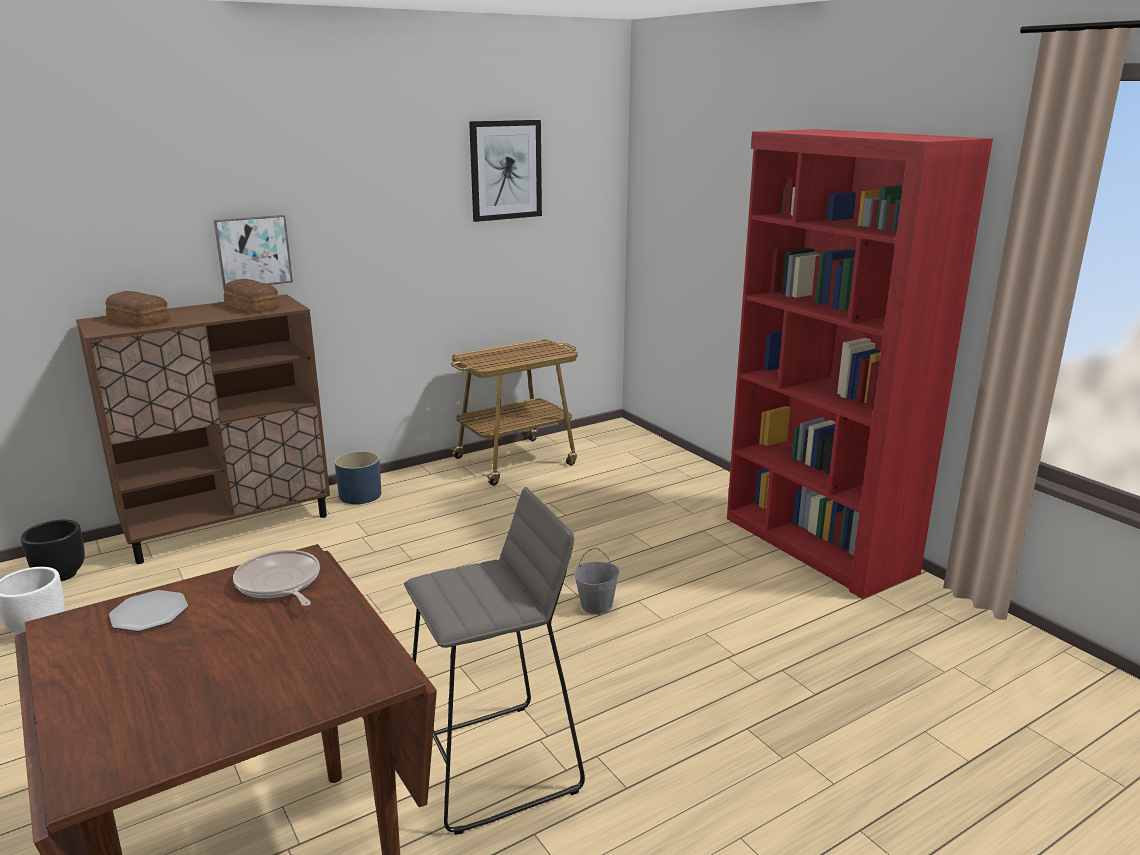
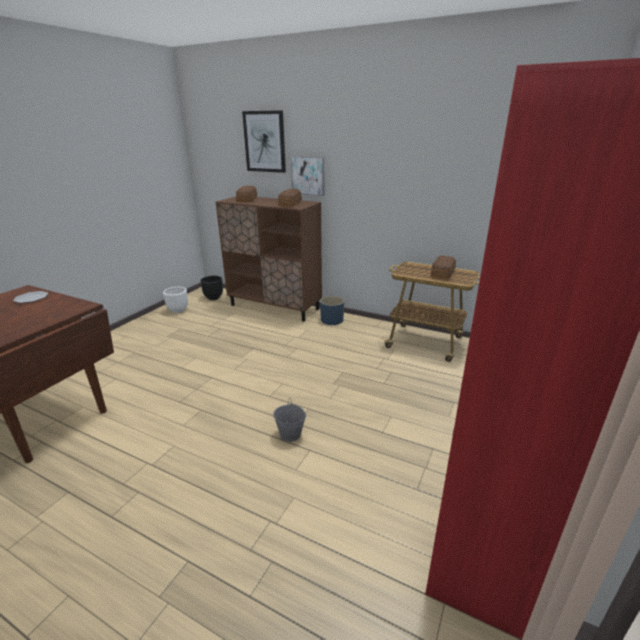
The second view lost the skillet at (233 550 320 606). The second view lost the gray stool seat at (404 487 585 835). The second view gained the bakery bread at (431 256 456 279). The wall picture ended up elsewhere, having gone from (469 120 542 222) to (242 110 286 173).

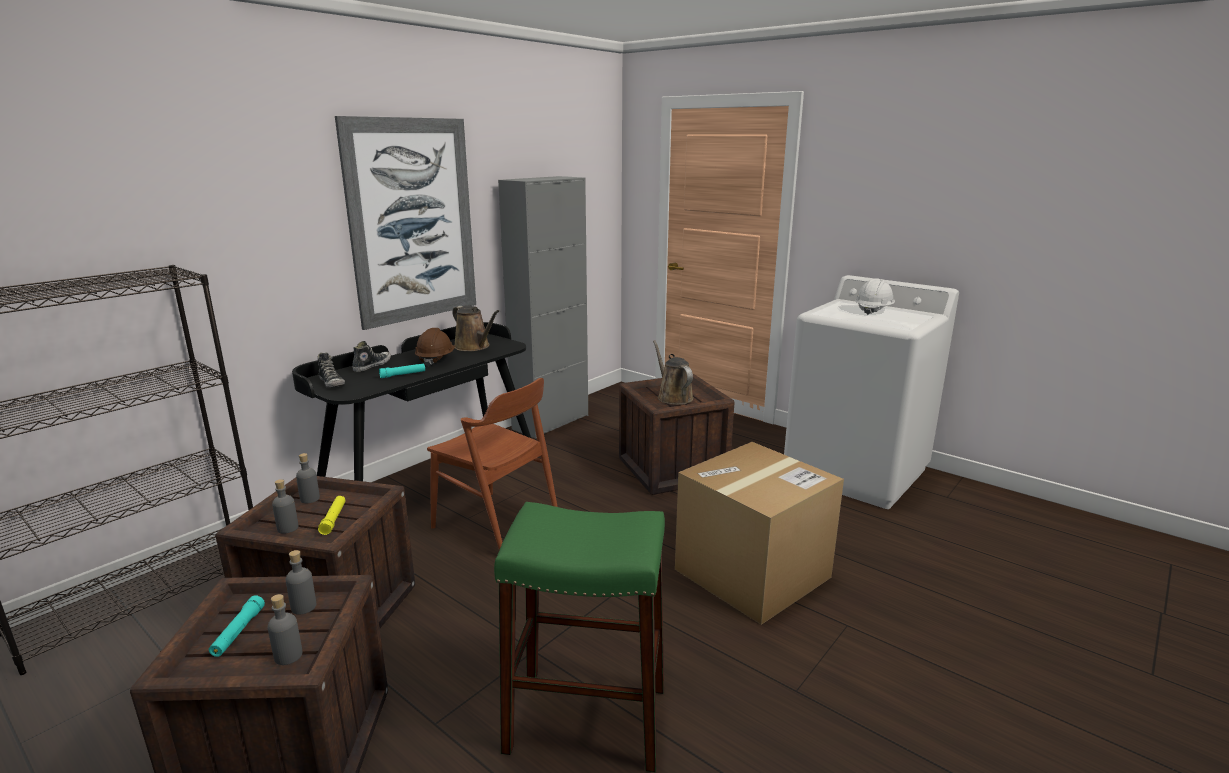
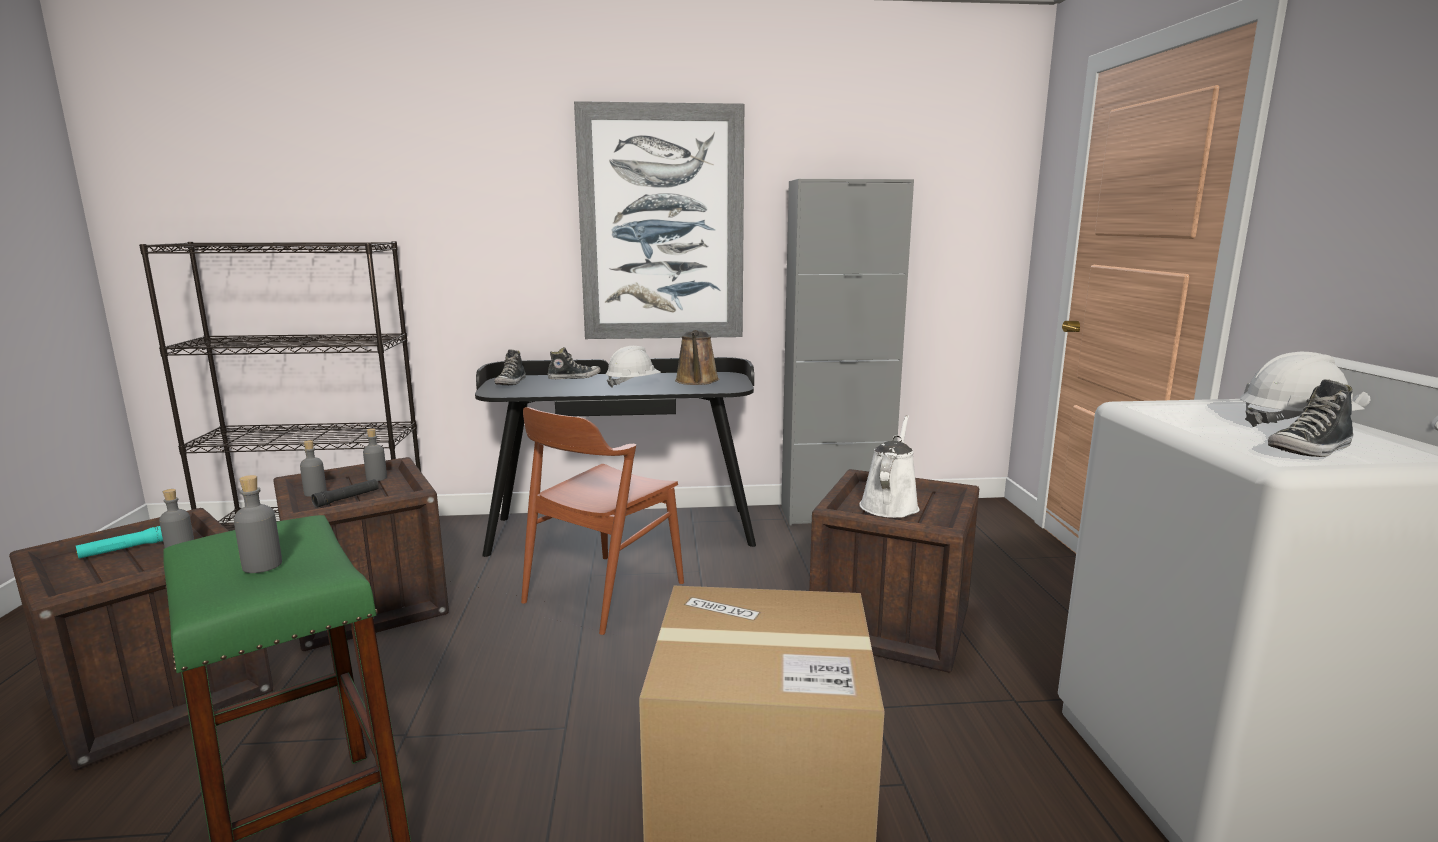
The second view lost the blue-green hand torch at (379 364 425 378). The second view gained the low shoe at (1268 379 1354 457). The gray bottle ended up elsewhere, having gone from (267 594 302 665) to (234 475 282 573). What was the yellow-coloured hand torch at (318 496 346 535) turned into the black hand torch at (311 479 379 508). What was the brownish safety helmet at (415 328 455 367) turned into the white-coloured safety helmet at (606 346 661 388). What was the brownish watering pot at (653 340 693 405) turned into the white-coloured watering pot at (859 415 920 518). The brownish plain chair at (427 378 558 550) ended up facing another way, 45 degrees clockwise from before.

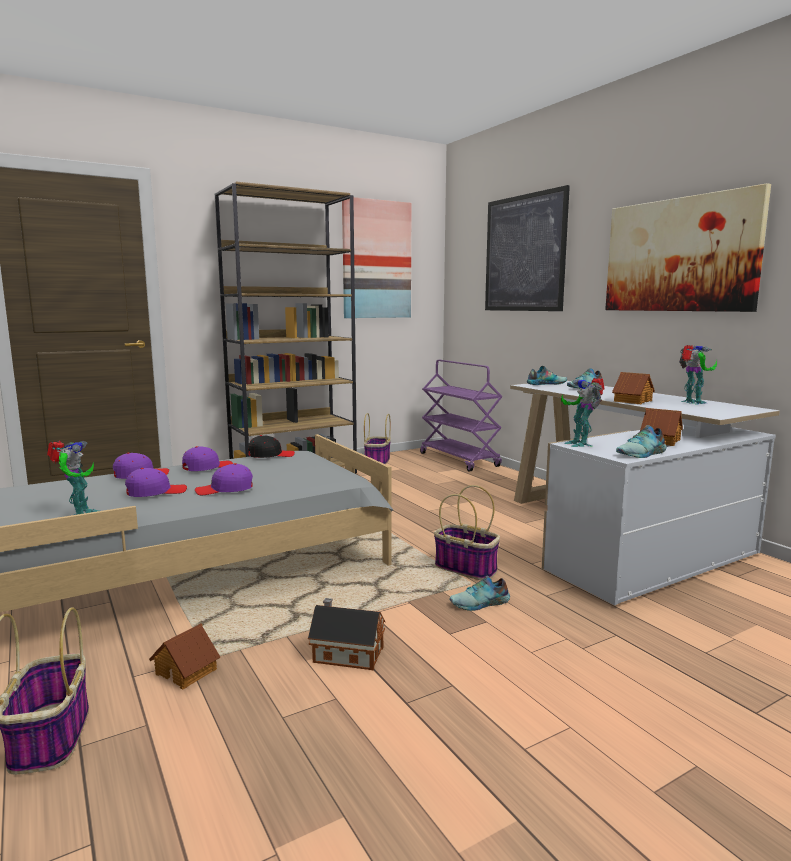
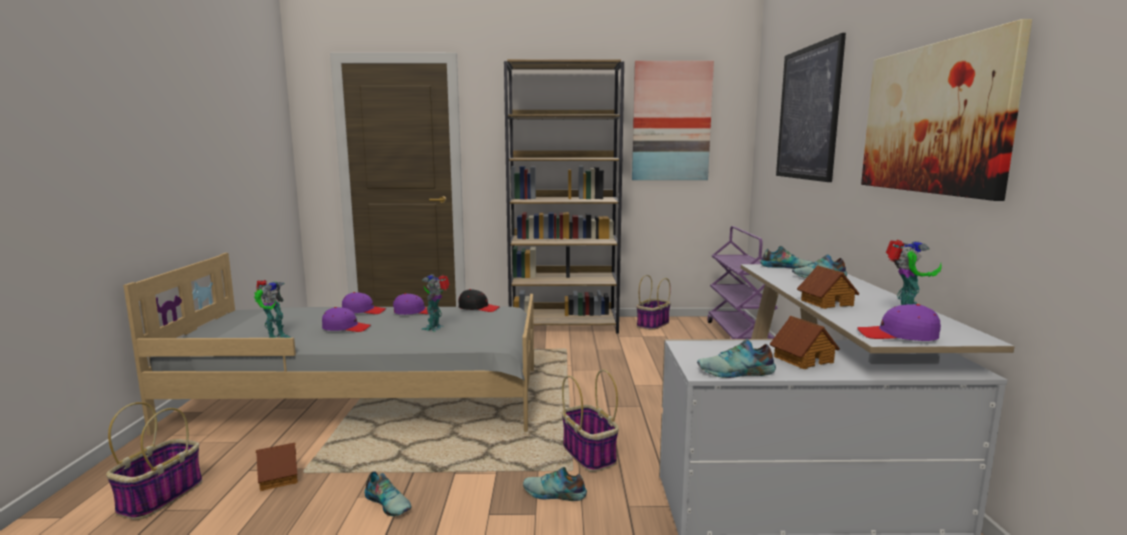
The purplish baseball cap ended up elsewhere, having gone from (195 463 253 495) to (857 304 941 341). The model robot ended up elsewhere, having gone from (561 378 604 447) to (421 274 450 332). Where the model house stood at (308 598 385 670), the low shoe came to stand at (365 471 411 516).

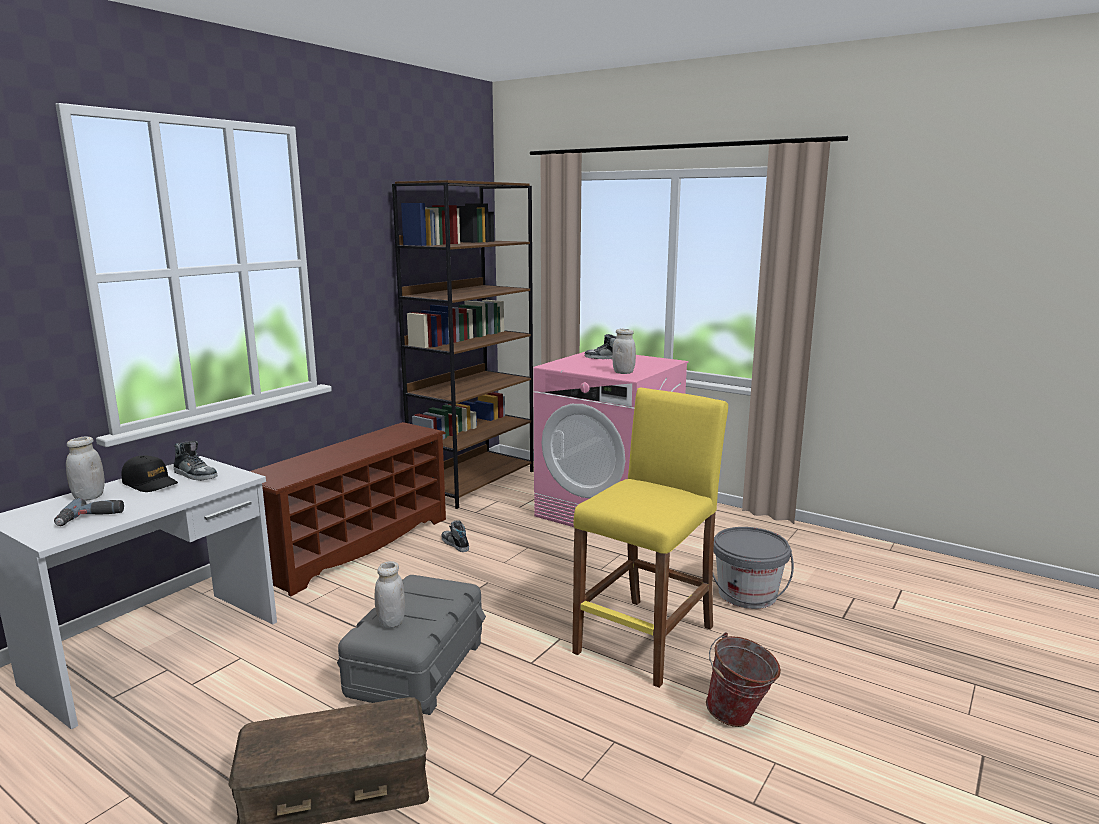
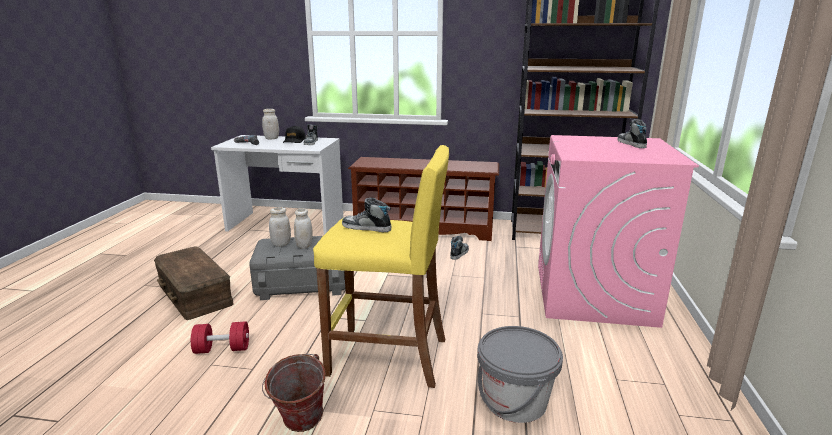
The second view gained the red-coloured dumbbell at (191 321 249 354). The second view gained the low shoe at (342 197 391 232). The white-coloured storage jar ended up elsewhere, having gone from (612 329 636 374) to (294 208 313 249).

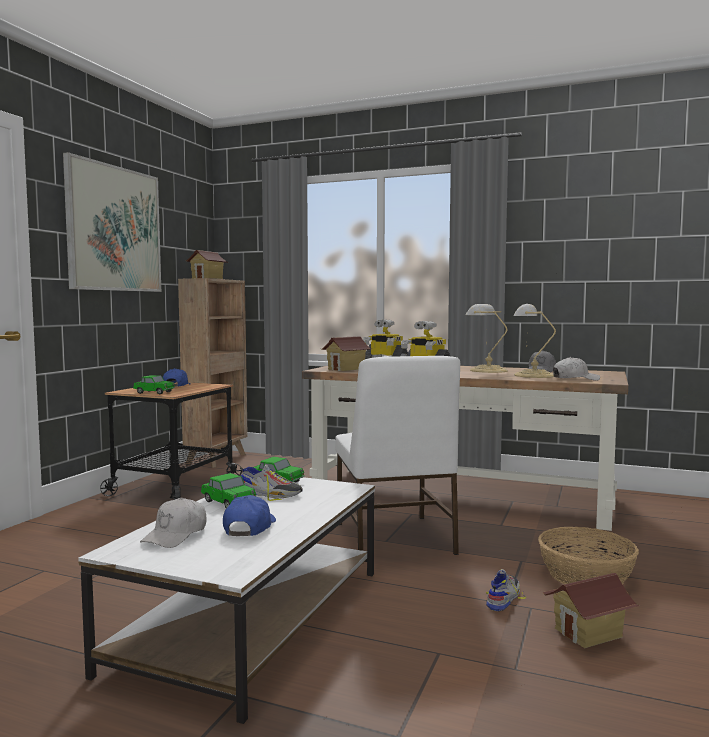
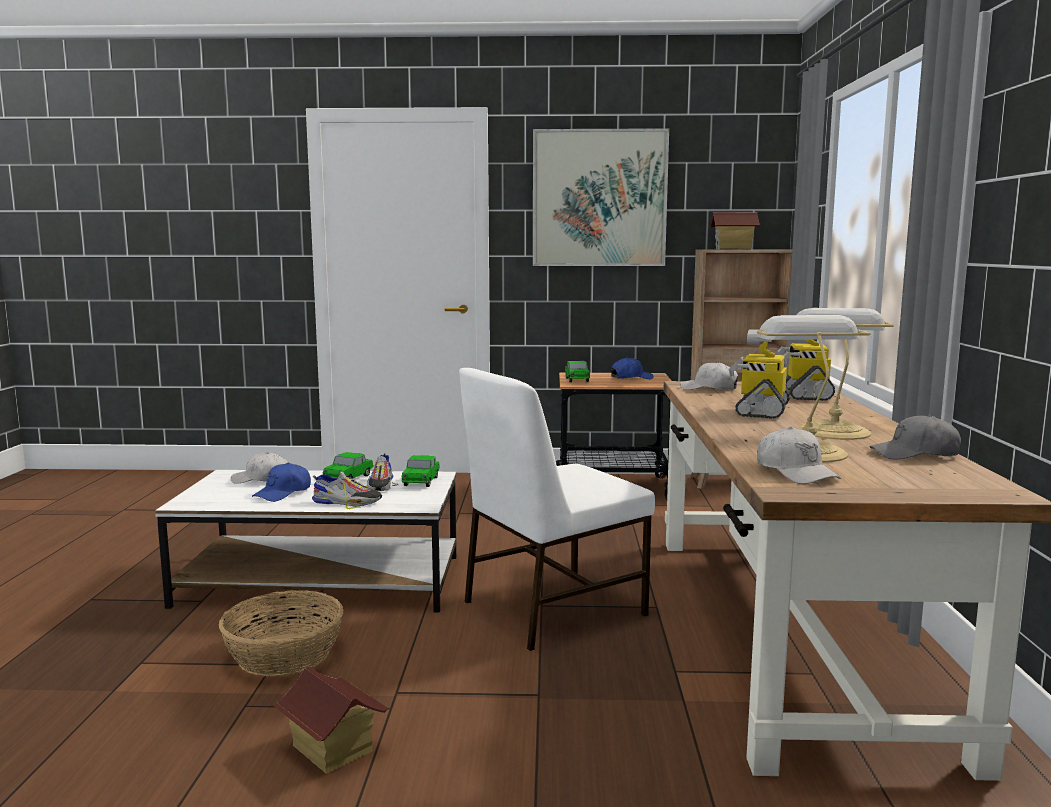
The low shoe ended up elsewhere, having gone from (486 569 526 611) to (312 472 382 509). The storage basket ended up elsewhere, having gone from (538 527 639 585) to (219 590 344 677). Where the model house stood at (321 336 372 371), the white-coloured baseball cap came to stand at (680 362 738 390). The blue baseball cap at (223 495 276 536) ended up facing another way, 135 degrees clockwise from before.

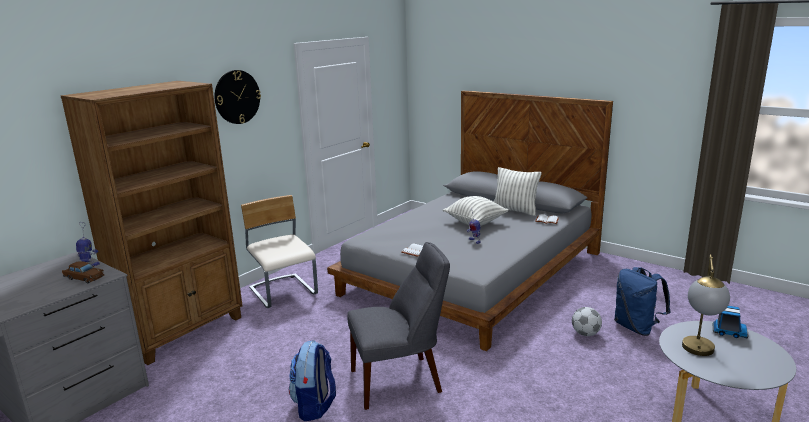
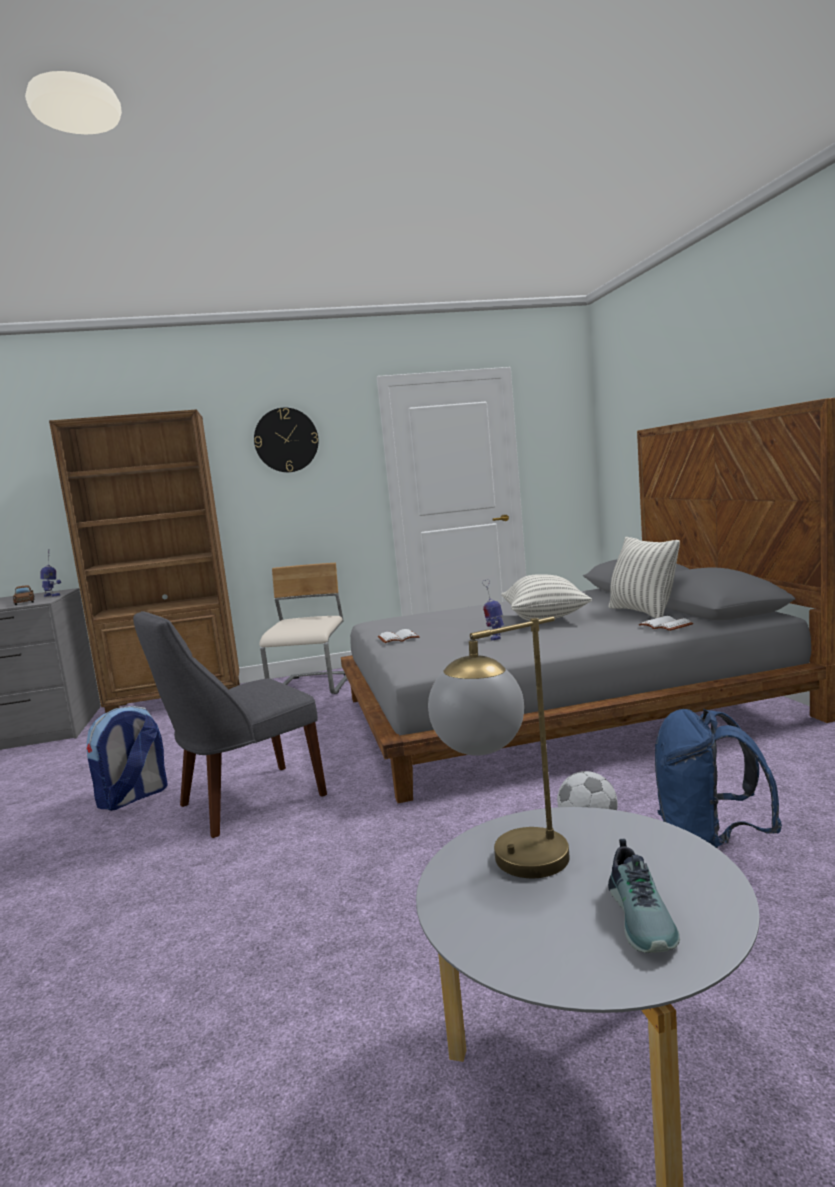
The second view lost the toy lorry at (713 306 749 338). The second view gained the low shoe at (608 839 680 953). The gray plain chair at (347 242 450 410) ended up facing another way, 120 degrees clockwise from before.

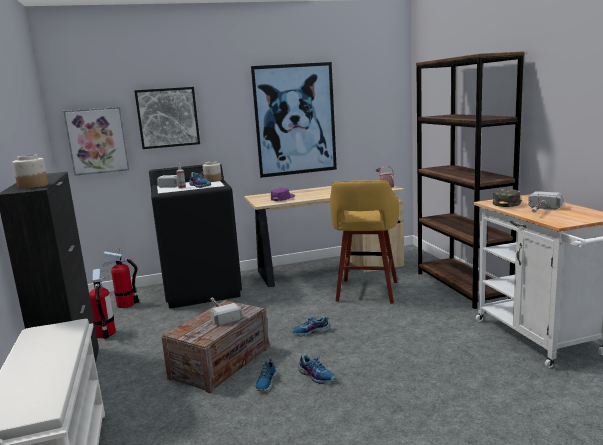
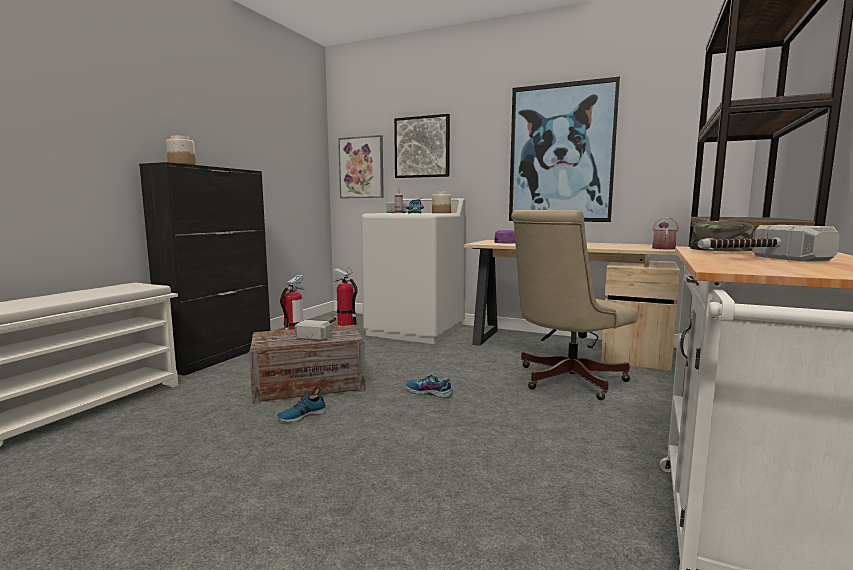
The second view lost the low shoe at (298 354 335 384). Where the yellow-coloured stool seat stood at (330 180 399 304), the beige computer chair came to stand at (511 210 637 400). What was the black washing machine at (149 163 242 309) turned into the white-coloured washing machine at (361 198 466 344).

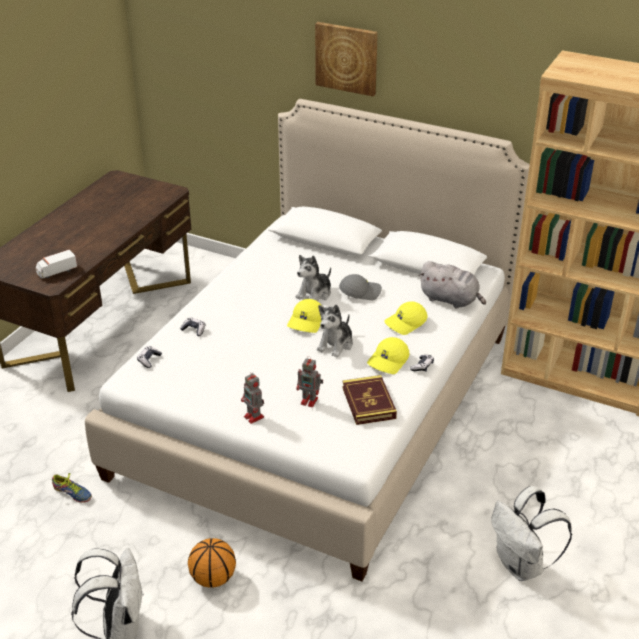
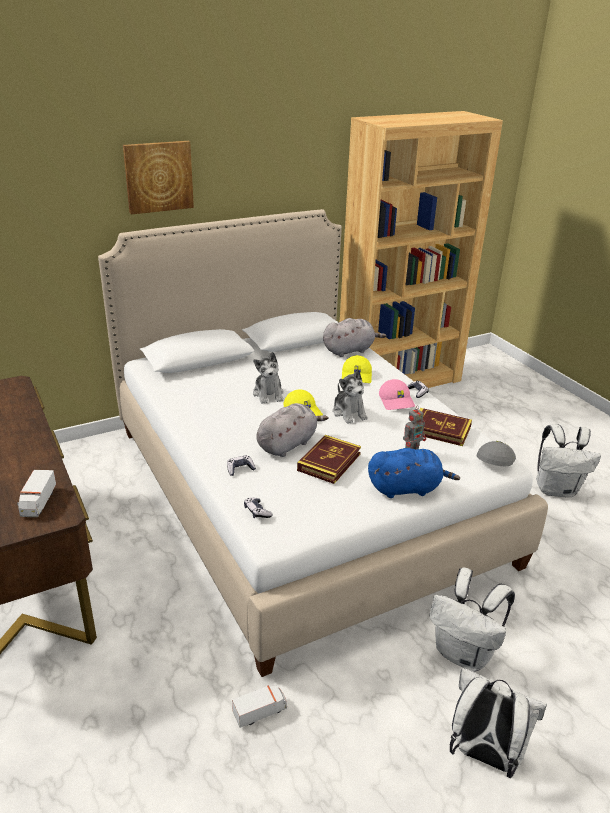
The second view gained the gray plush toy at (256 403 328 457). The second view gained the bound book at (297 435 361 484). The gray baseball cap ended up elsewhere, having gone from (339 274 382 300) to (476 441 516 466). Where the low shoe stood at (51 473 92 503), the toy lorry came to stand at (232 685 287 728). Where the basketball ball stood at (188 538 236 588), the white-coloured rucksack came to stand at (430 568 515 672). Where the model robot stood at (241 371 264 424), the blue plush toy came to stand at (368 448 460 498). What was the yellow-coloured baseball cap at (367 337 410 374) turned into the pink baseball cap at (379 379 415 410).

